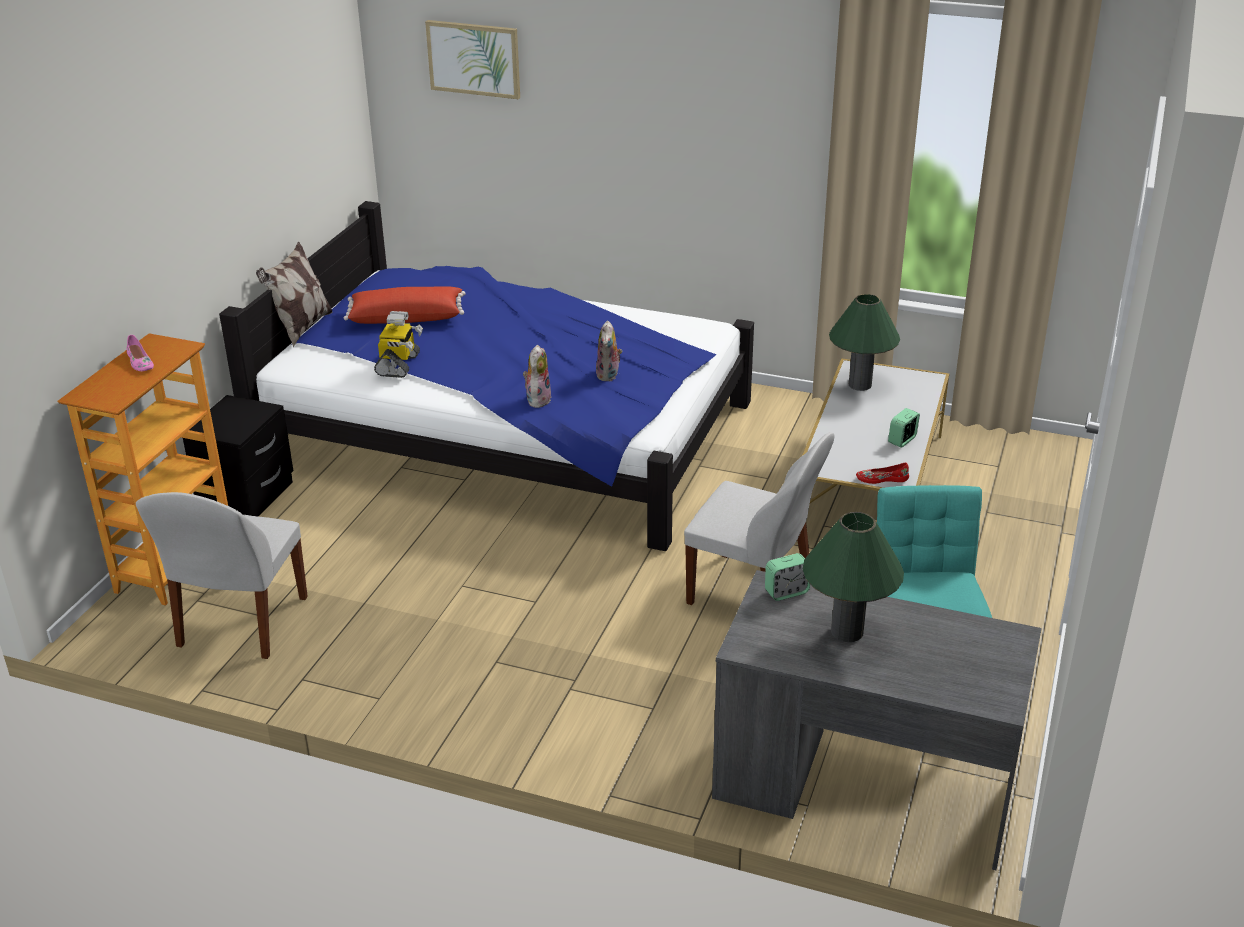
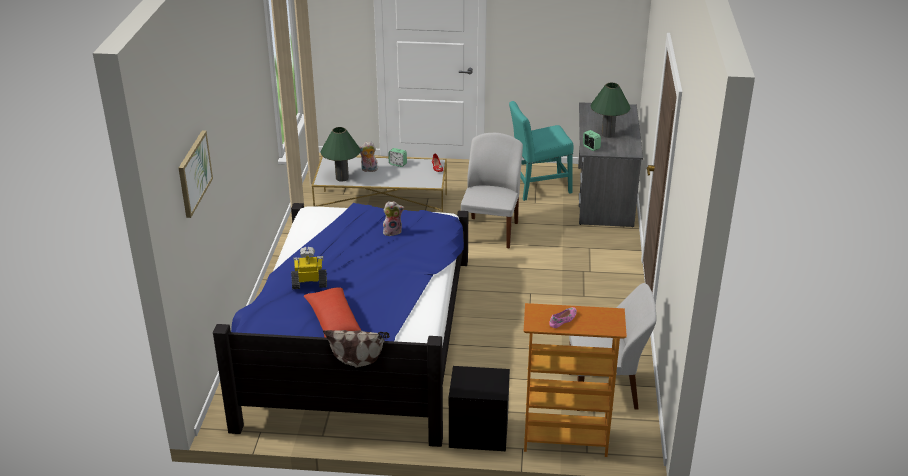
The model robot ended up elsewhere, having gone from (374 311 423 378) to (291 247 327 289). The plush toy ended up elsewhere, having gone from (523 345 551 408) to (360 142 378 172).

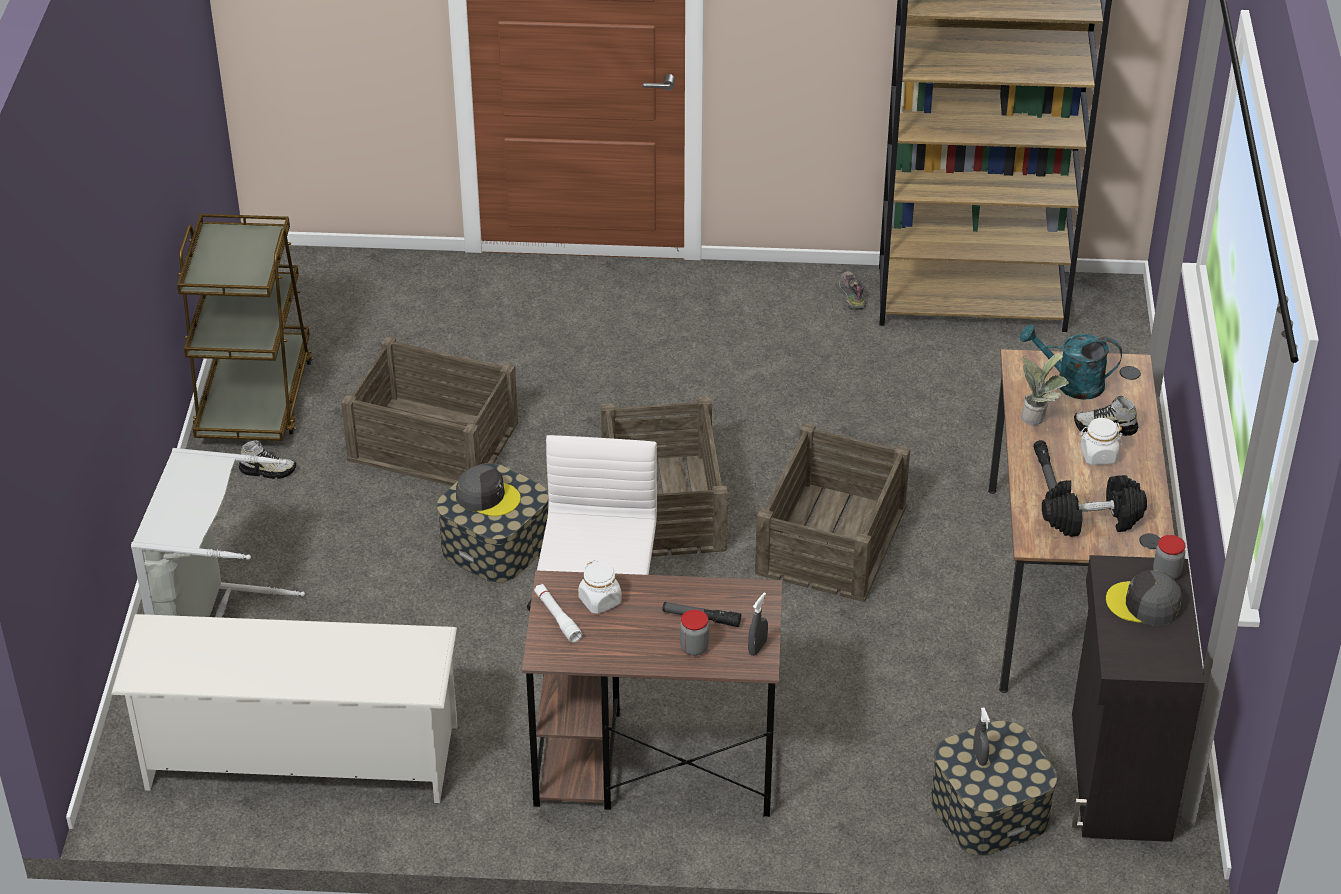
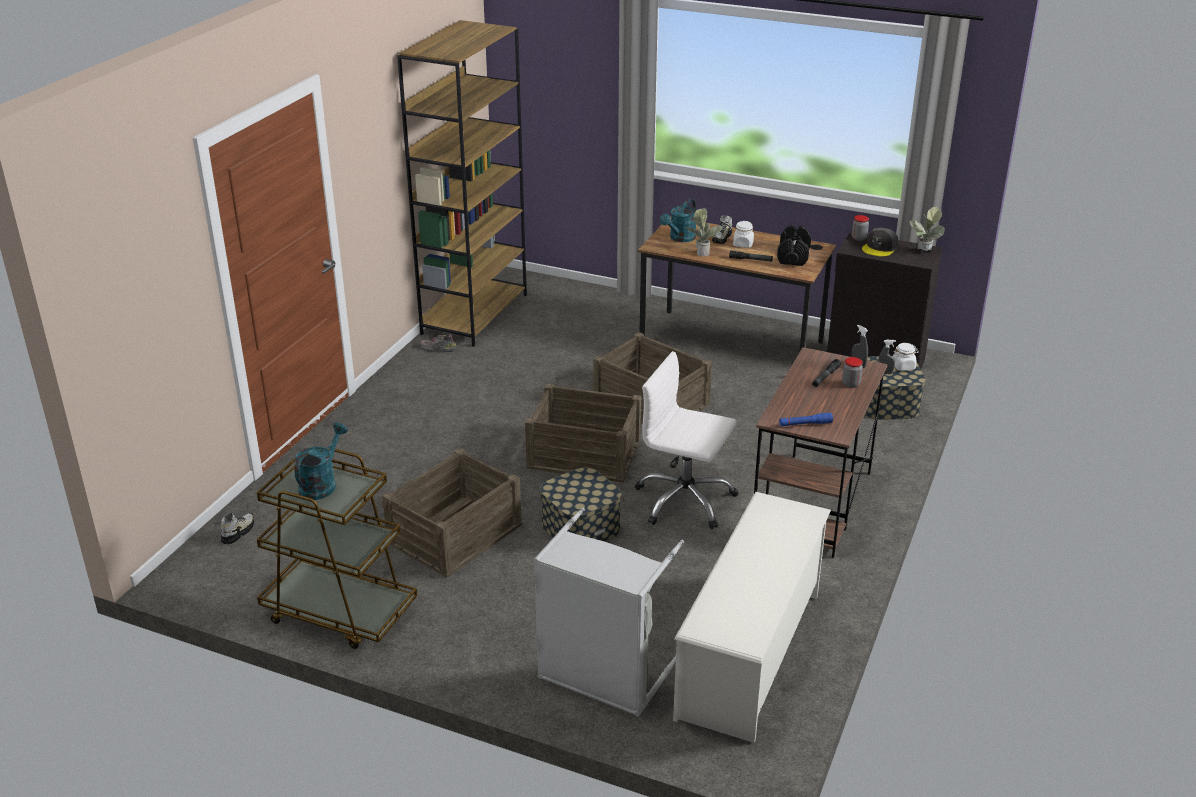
The second view lost the gray baseball cap at (456 465 521 516). The second view gained the blue-green watering pot at (295 423 348 500). The second view gained the houseplant at (909 207 945 251). The low shoe ended up elsewhere, having gone from (239 440 296 479) to (221 513 254 544). The white-coloured storage jar ended up elsewhere, having gone from (578 560 622 614) to (893 343 919 371). What was the white-coloured hand torch at (534 584 582 643) turned into the blue hand torch at (779 413 833 426).

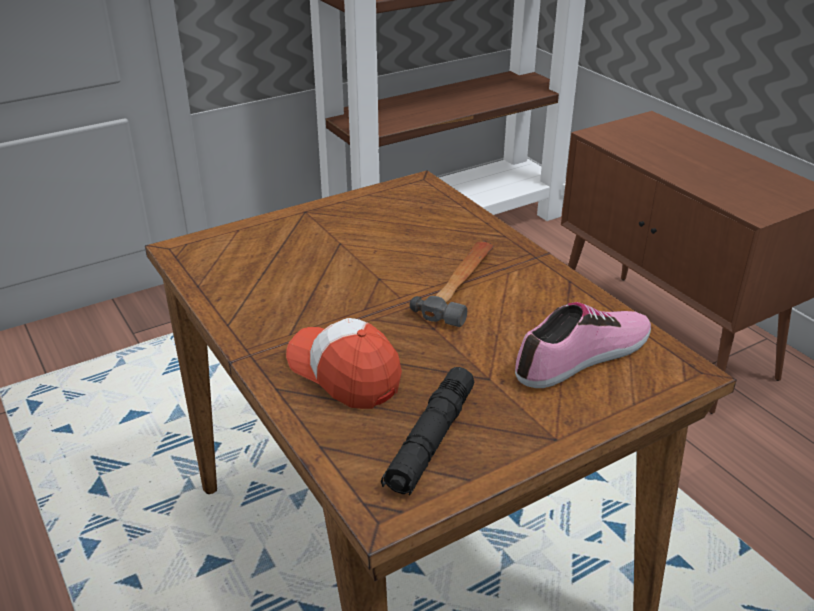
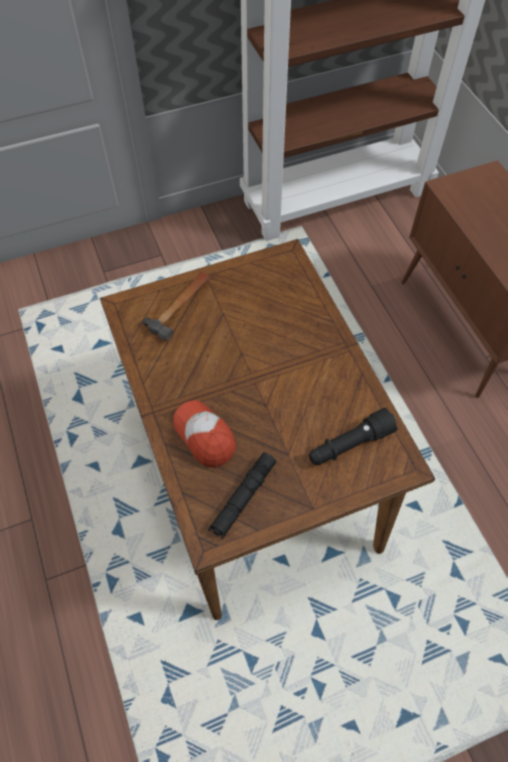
The hammer ended up elsewhere, having gone from (410 241 494 327) to (142 272 210 341). Where the low shoe stood at (515 302 651 388), the black hand torch came to stand at (309 408 398 465).

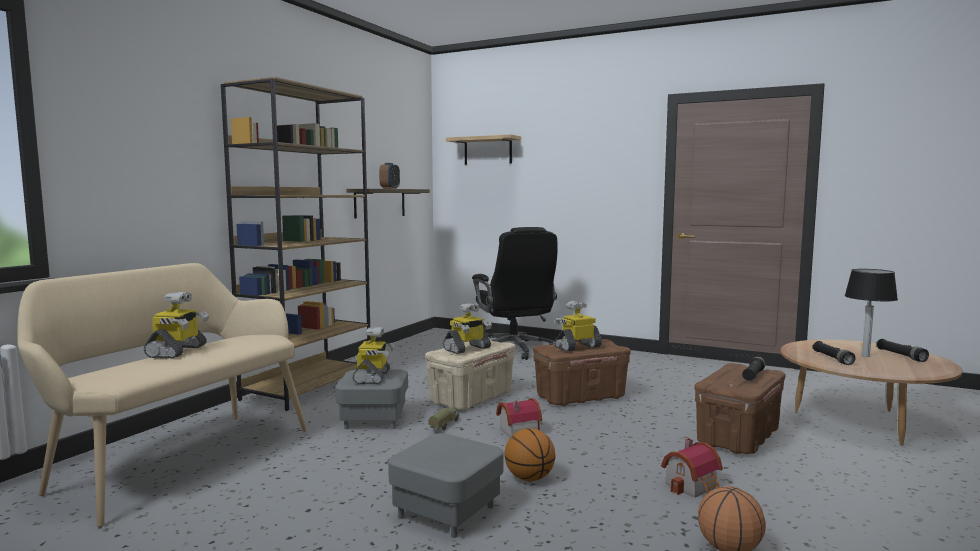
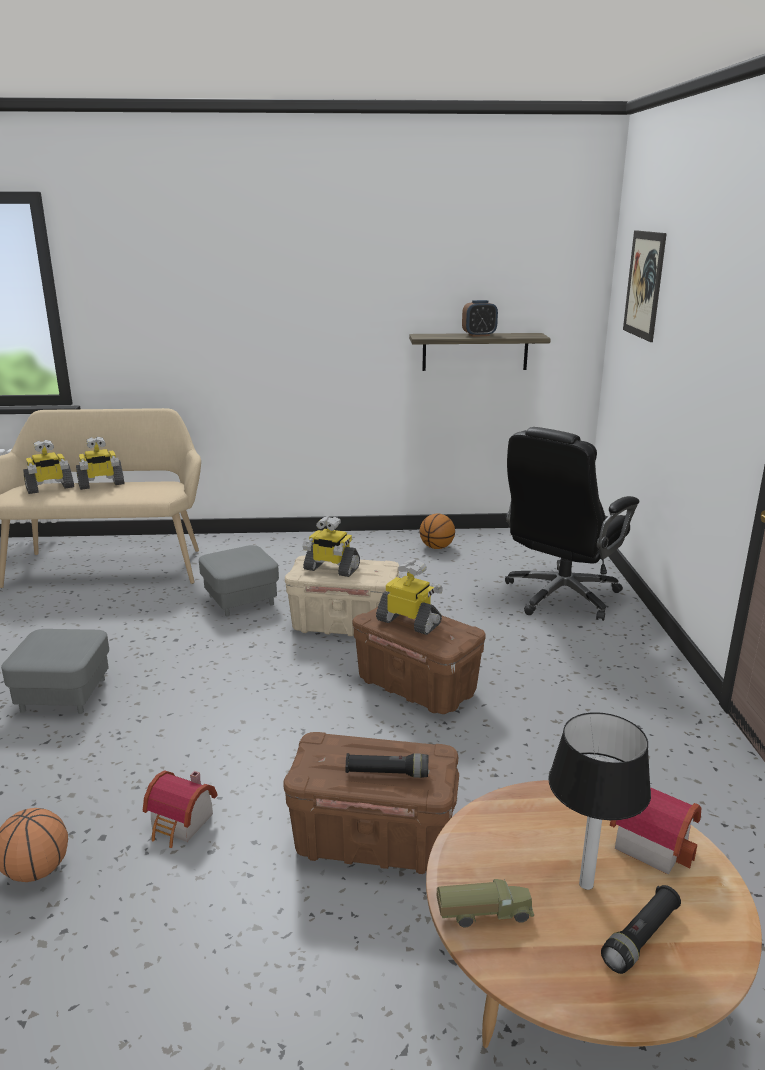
The second view lost the brownish bookshelf at (221 77 371 411). The second view lost the black hand torch at (812 341 856 365). The model robot ended up elsewhere, having gone from (352 327 394 384) to (23 440 74 494). The toy lorry ended up elsewhere, having gone from (428 408 460 430) to (437 879 534 927). The model house ended up elsewhere, having gone from (496 398 542 438) to (610 787 701 875). The basketball ball ended up elsewhere, having gone from (505 428 555 481) to (420 514 455 549). Where the shelf hung at (446 134 521 165), the wall picture came to hang at (623 230 667 342).

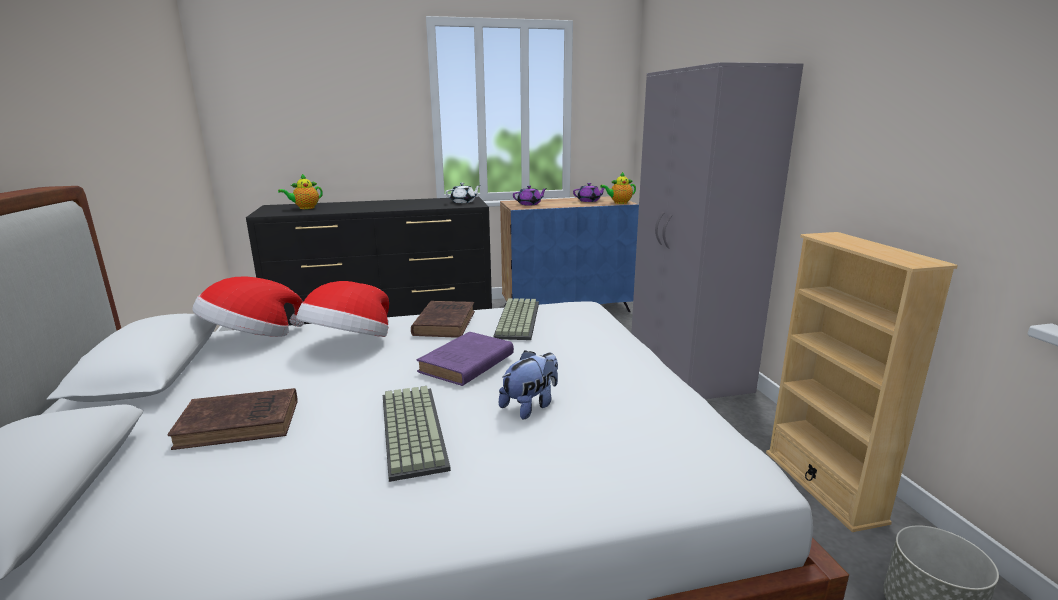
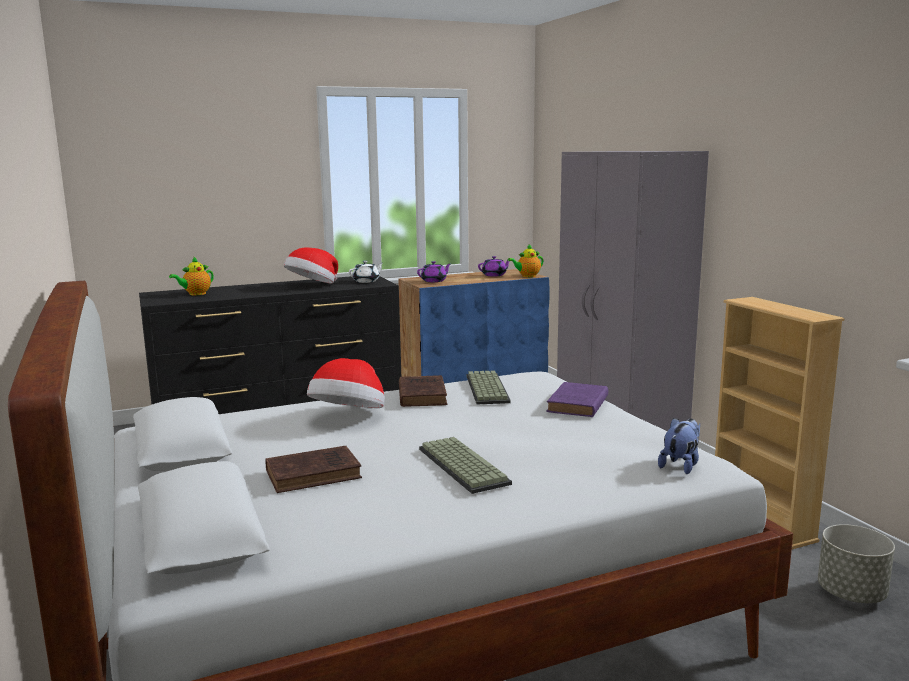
The wearable hat ended up elsewhere, having gone from (192 276 304 337) to (284 248 338 283). The purplish bound book ended up elsewhere, having gone from (417 332 514 386) to (546 382 608 417). The plush toy ended up elsewhere, having gone from (499 350 558 420) to (658 418 700 474).

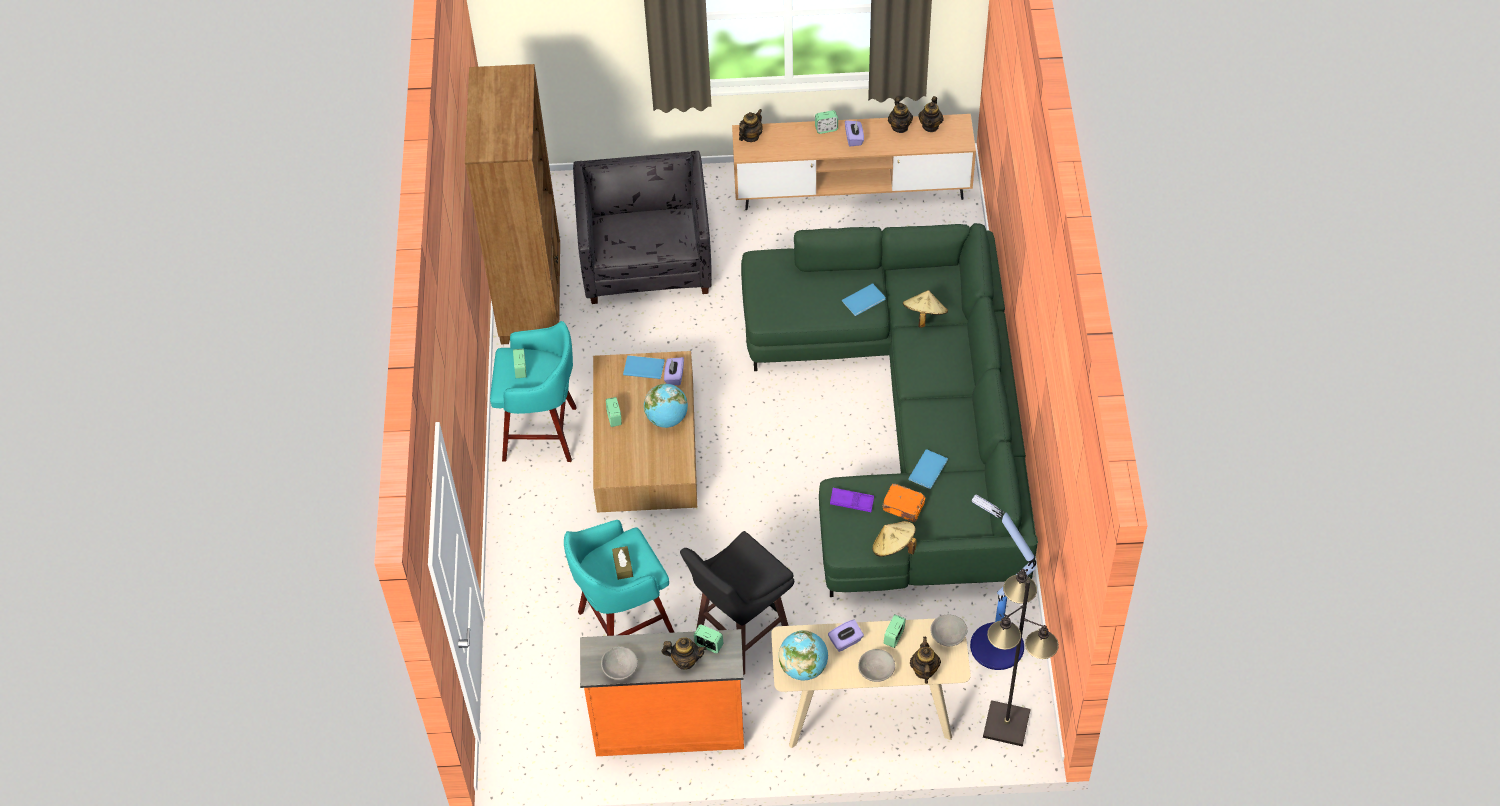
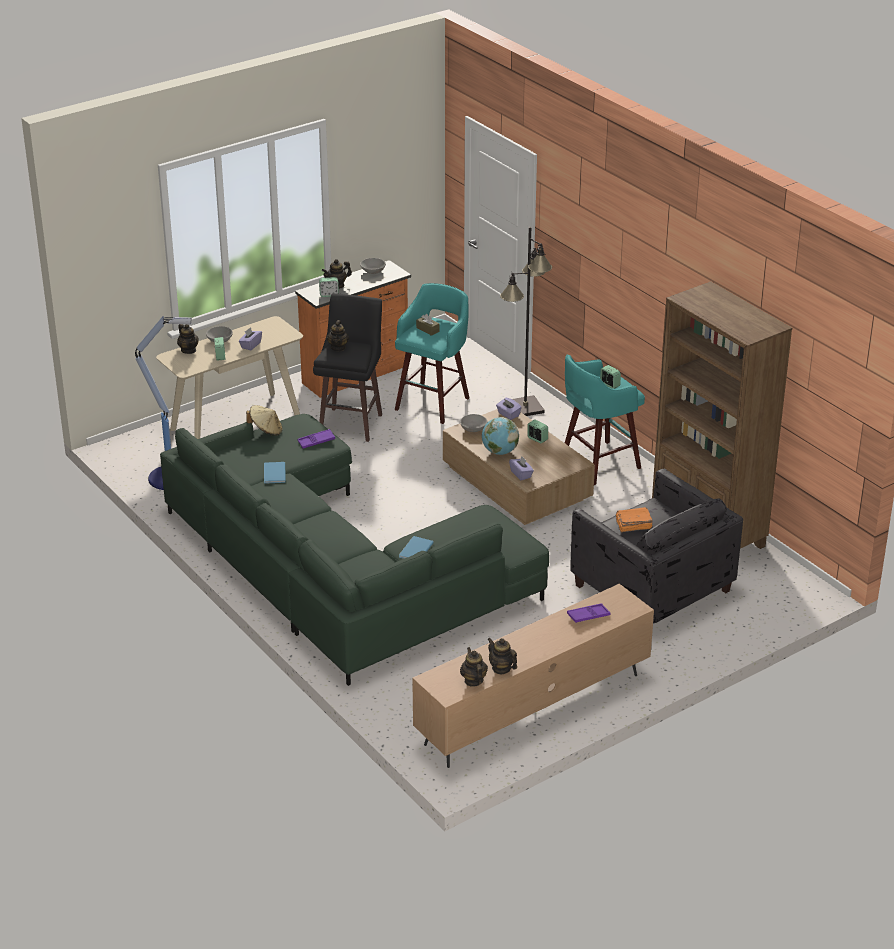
The second view lost the blue bound book at (623 355 665 379). The second view lost the world globe at (779 631 828 681). The second view lost the alarm clock at (815 110 838 134). The second view lost the beige wearable hat at (903 290 948 328). The second view gained the purplish tray at (567 603 610 623). The tea pot ended up elsewhere, having gone from (739 109 763 142) to (326 320 349 351). The purplish tissue box ended up elsewhere, having gone from (845 120 864 146) to (496 398 522 420). The orange-coloured bound book ended up elsewhere, having gone from (882 484 926 522) to (616 507 652 532). The gray serving bowl ended up elsewhere, having gone from (931 615 967 646) to (460 414 487 432). The black standing lamp ended up elsewhere, having gone from (983 569 1059 747) to (500 227 552 416).

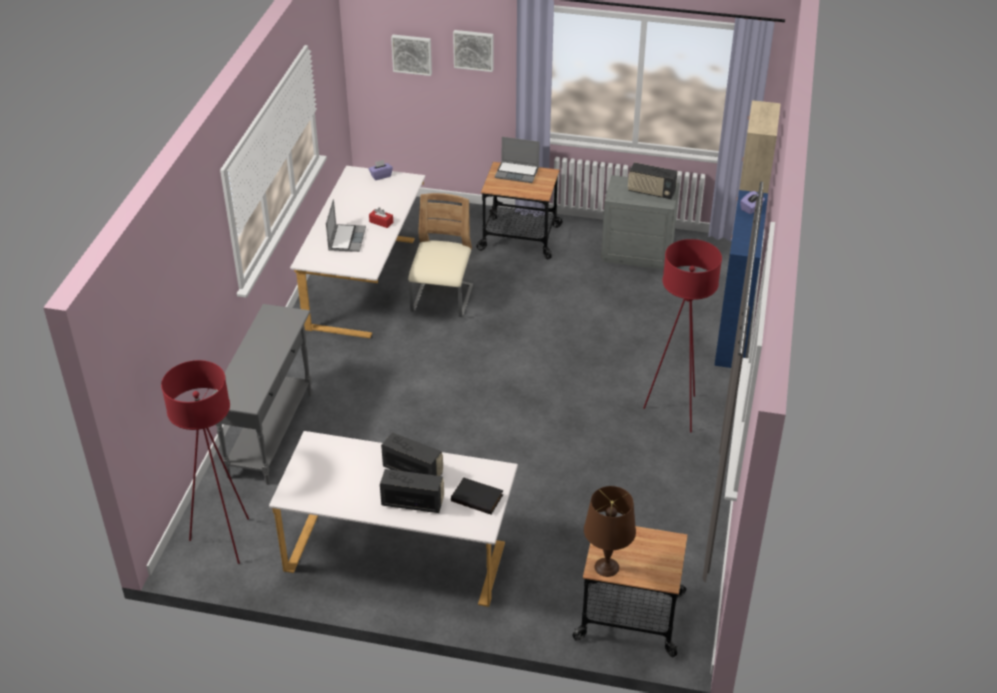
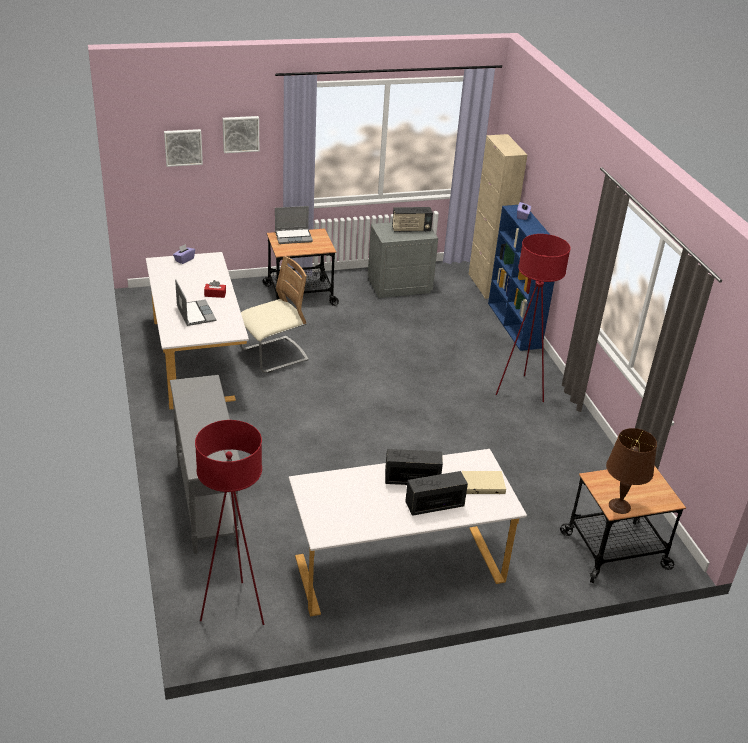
What was the black bound book at (451 477 503 515) turned into the beige bound book at (462 471 506 494). The beige plain chair at (408 193 473 317) ended up facing another way, 75 degrees clockwise from before.

